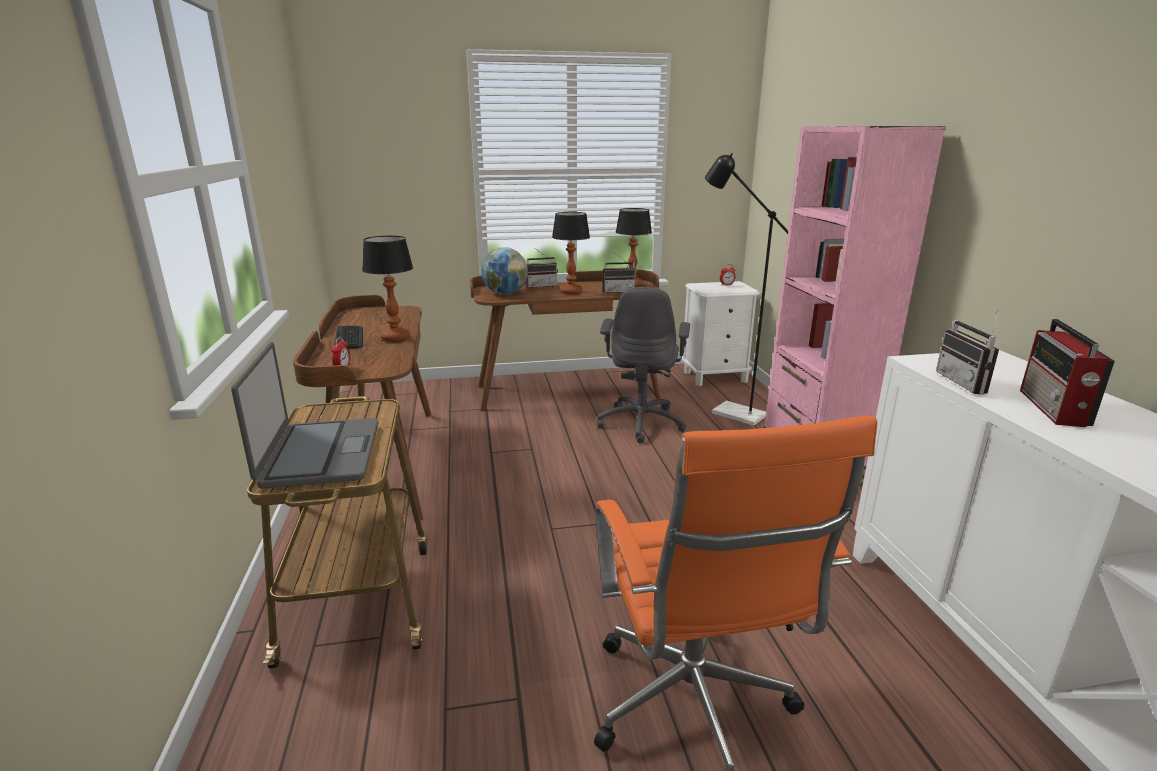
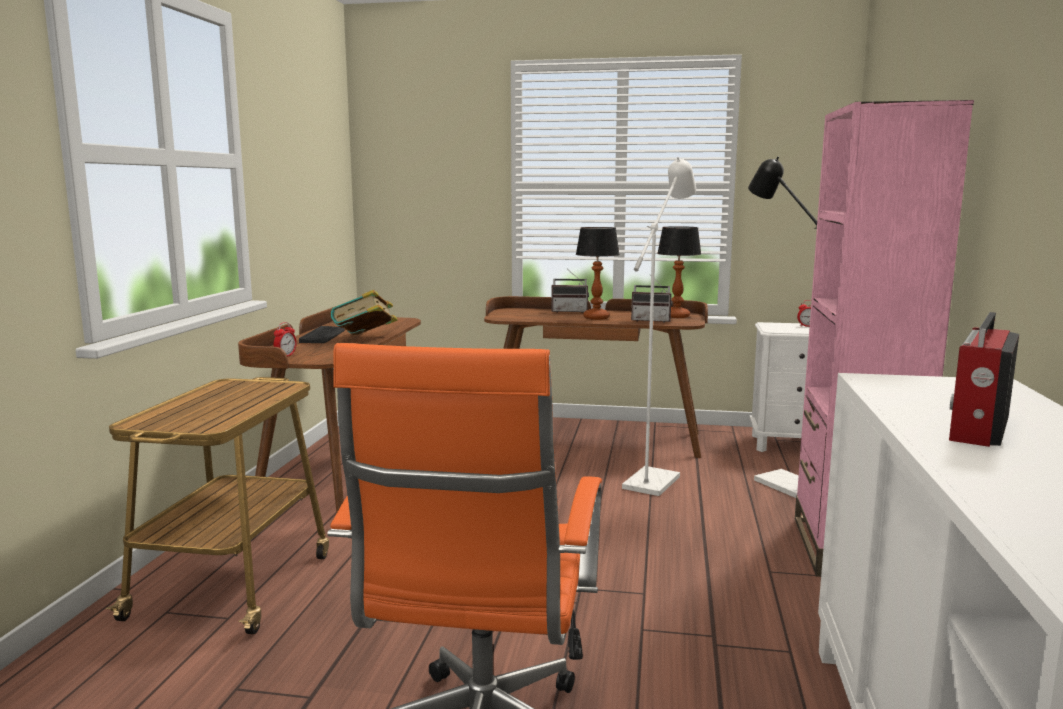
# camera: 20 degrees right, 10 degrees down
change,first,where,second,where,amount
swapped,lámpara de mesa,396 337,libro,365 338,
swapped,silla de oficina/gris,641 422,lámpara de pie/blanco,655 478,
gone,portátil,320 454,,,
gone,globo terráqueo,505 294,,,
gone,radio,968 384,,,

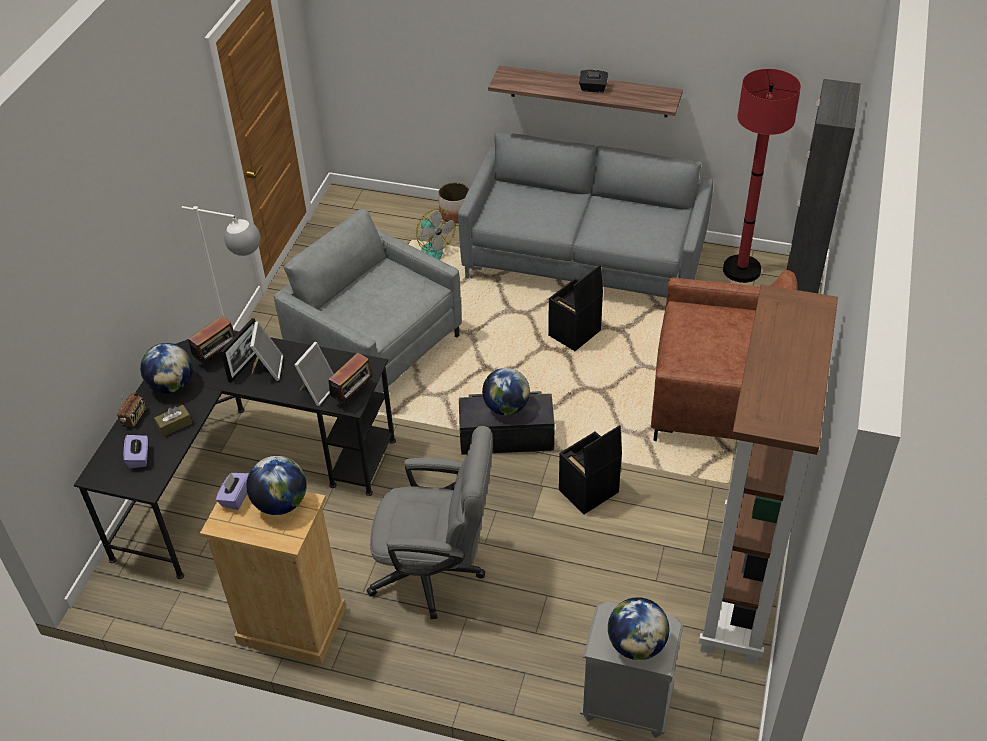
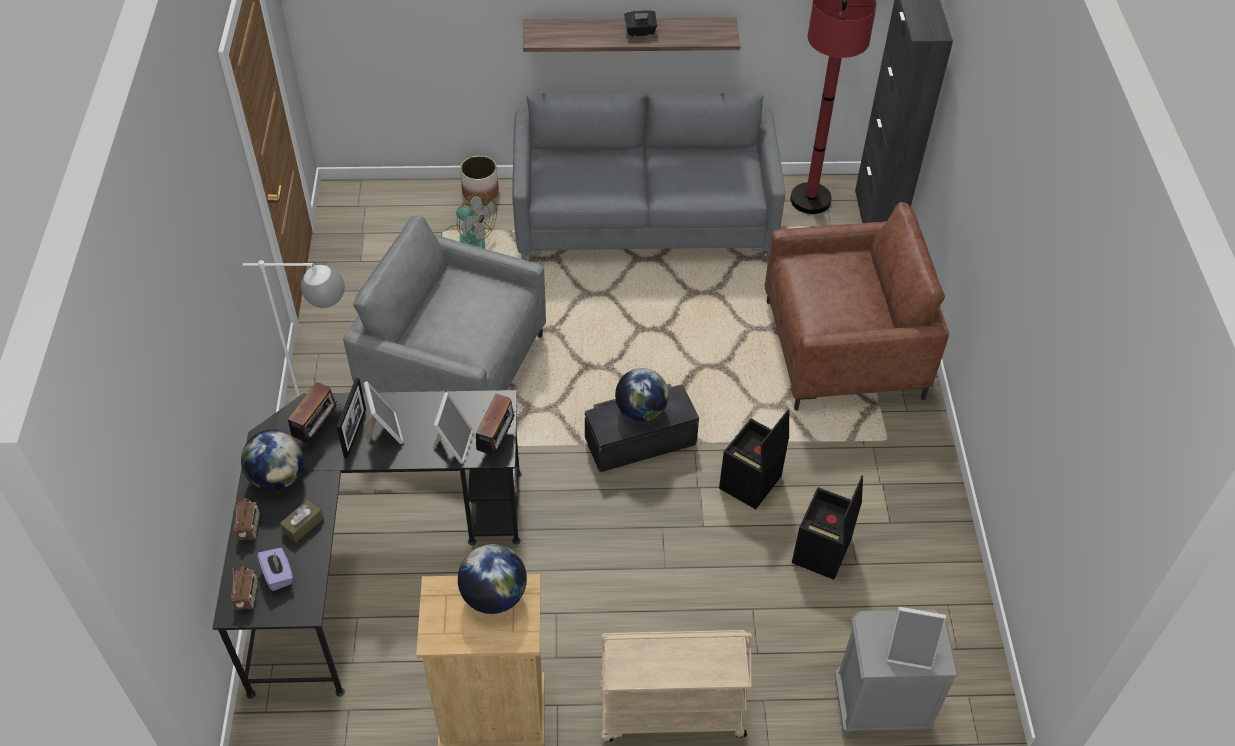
# camera: 20 degrees left, 5 degrees up
change,first,where,second,where,amount
new,,,radio,247 595,
new,,,carrito/beis,670 713,
shifted,caja de almacenaje/negro,574 334,,822 552,
swapped,globo terráqueo,636 645,portarretratos,910 651,
gone,caja de pañuelos/morado,235 497,,,
gone,silla de oficina/gris,436 573,,,
gone,estantería/marrón,741 589,,,

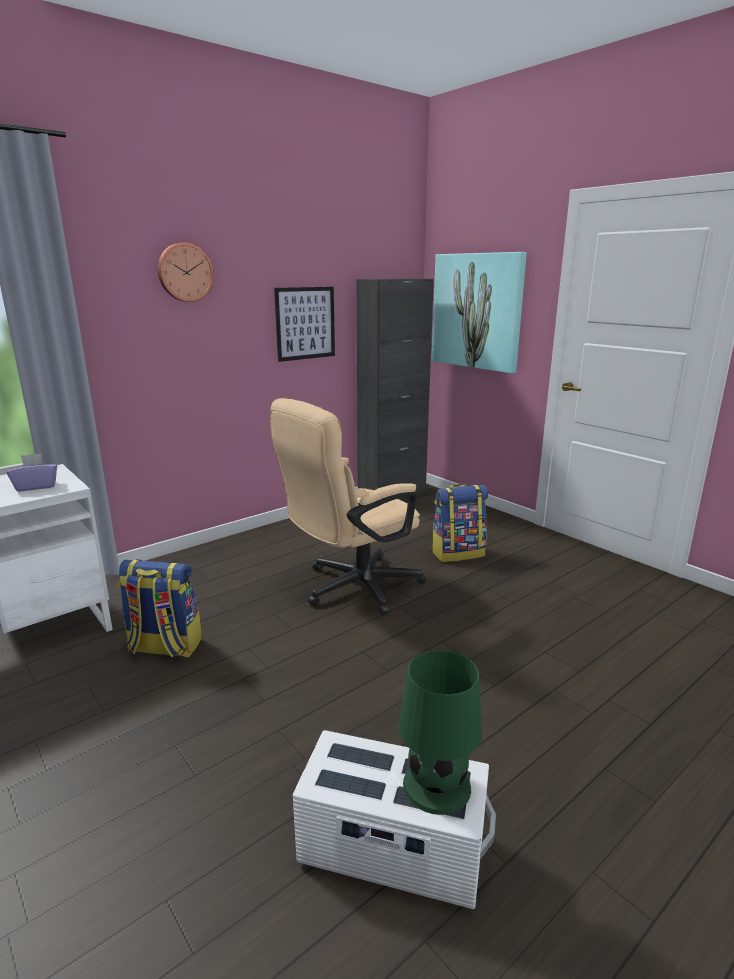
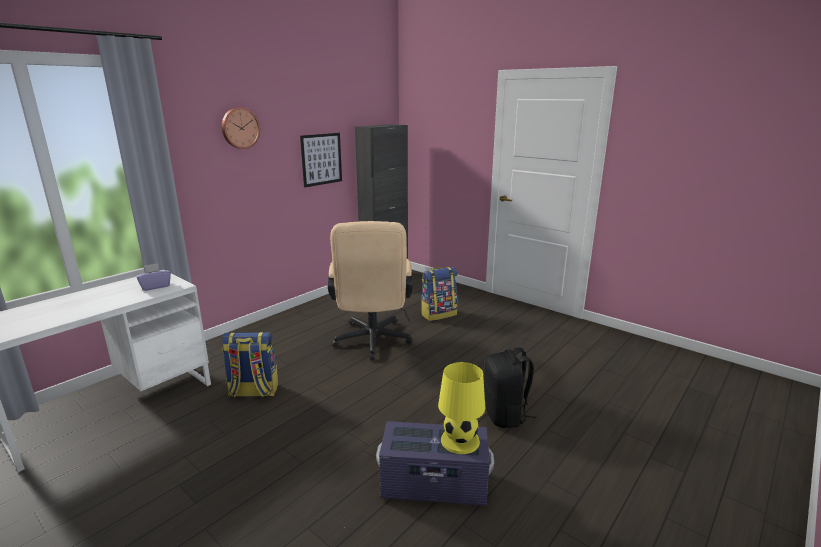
# camera: 10 degrees left, 0 degrees up
change,first,where,second,where,amount
rotated,silla de oficina/beis,351 588,,372 343,45 degrees counterclockwise
repainted,caja de almacenaje/blanco,392 849,caja de almacenaje/morado,434 484,
repainted,lámpara de mesa/verde,436 784,lámpara de mesa/amarillo,459 440,
new,,,mochila/negro,505 415,
gone,cuadro,477 311,,,

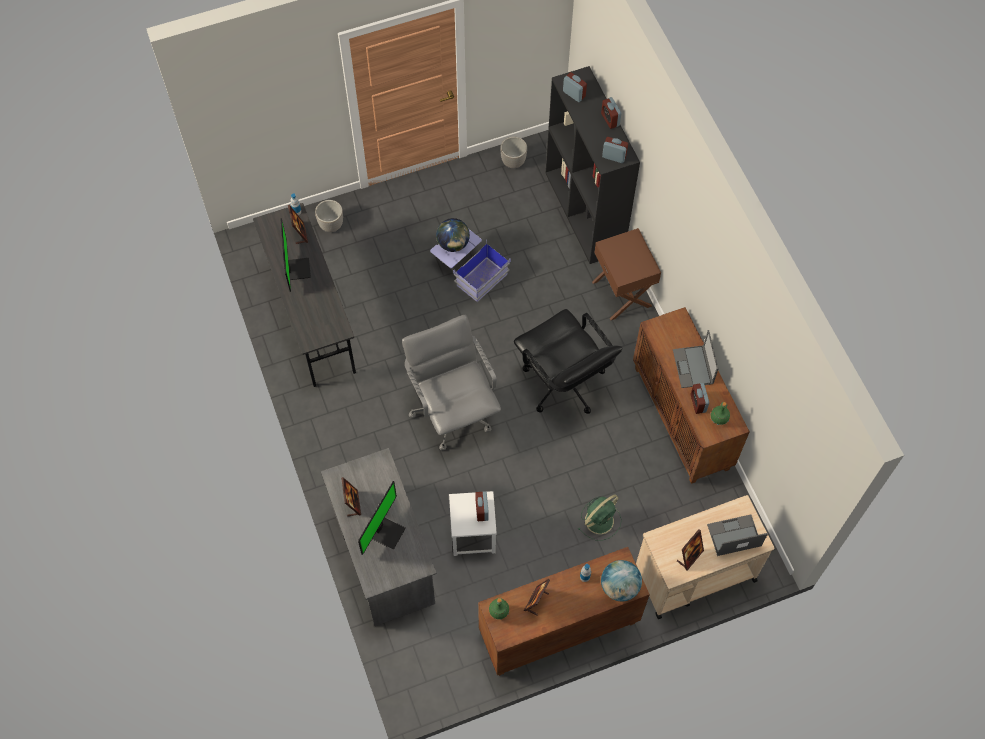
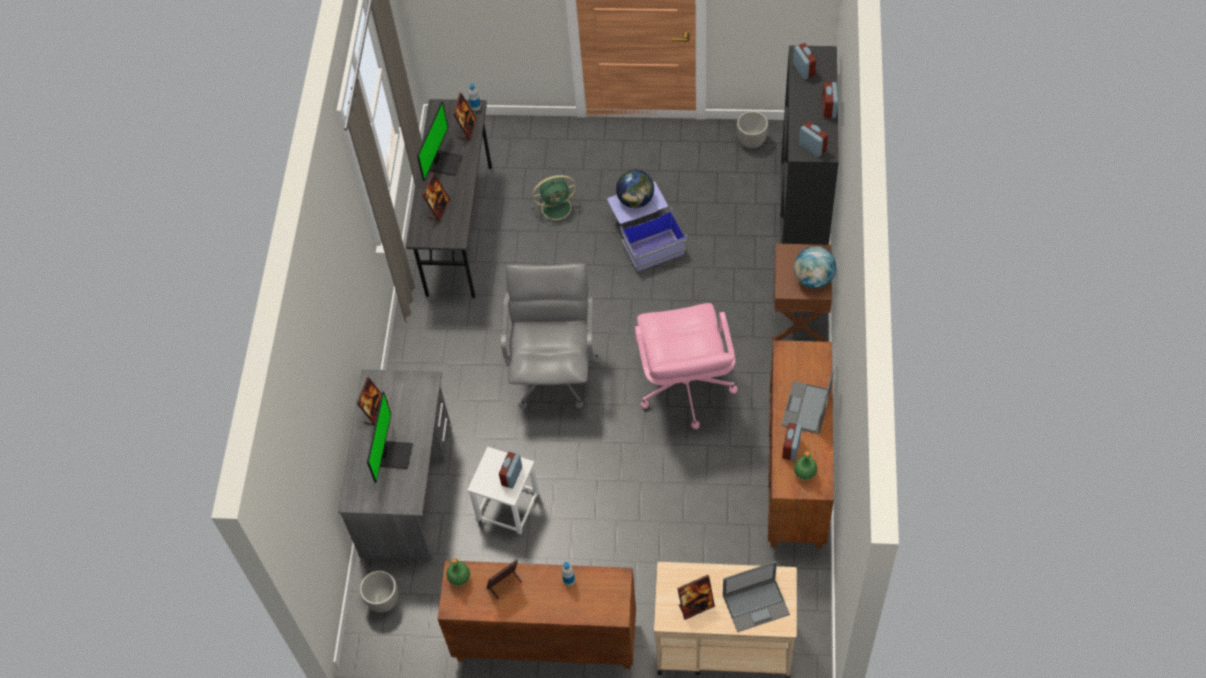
# camera: 30 degrees right, 5 degrees down
change,first,where,second,where,amount
shifted,maceta,331 225,,384 601,
rotated,monitor,387 532,,394 454,45 degrees counterclockwise
new,,,portarretratos,438 209,
shifted,ventilador/verde,600 519,,558 207,
repainted,silla de oficina/negro,563 383,silla de oficina/rosa,685 388,
rotated,portátil,733 536,,756 604,150 degrees clockwise
shifted,globo terráqueo,619 587,,813 279,

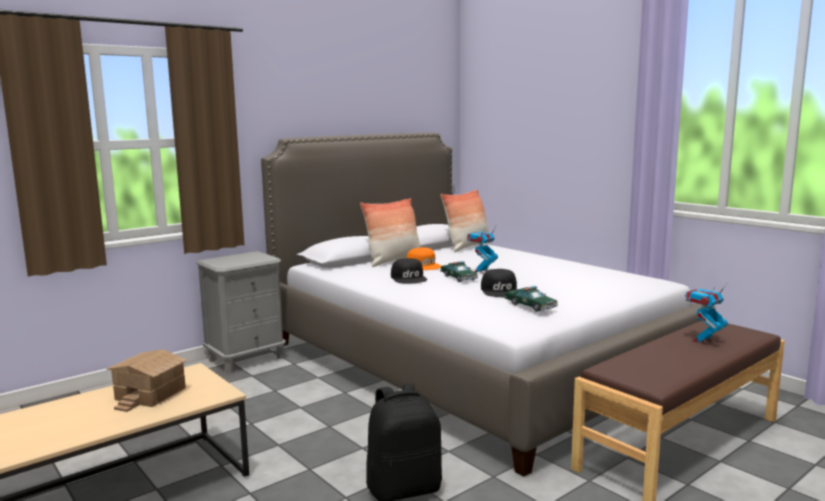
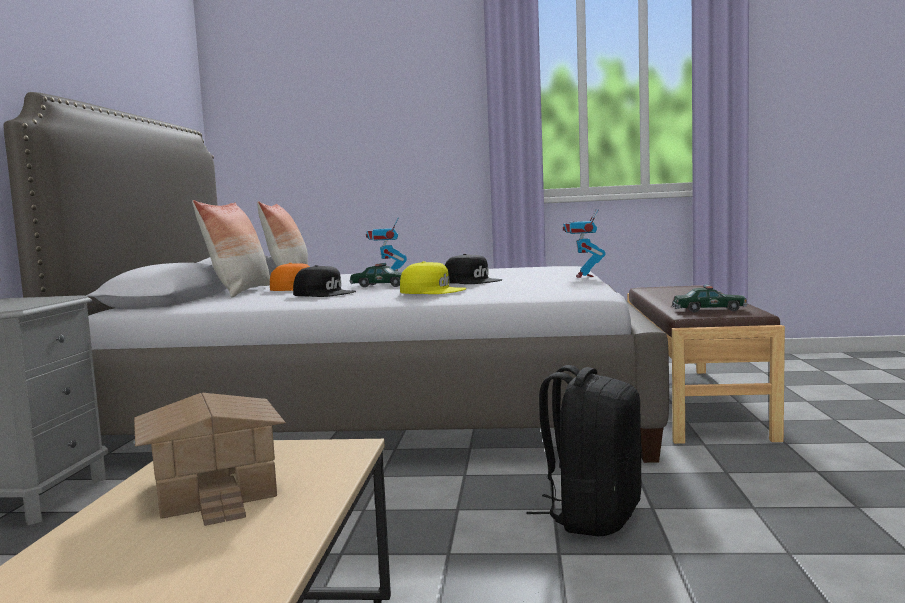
# camera: 45 degrees left, 5 degrees down
change,first,where,second,where,amount
new,,,gorra/amarillo,432 291,
shifted,robot de juguete,703 341,,584 276,
shifted,coche de juguete,530 306,,709 310,

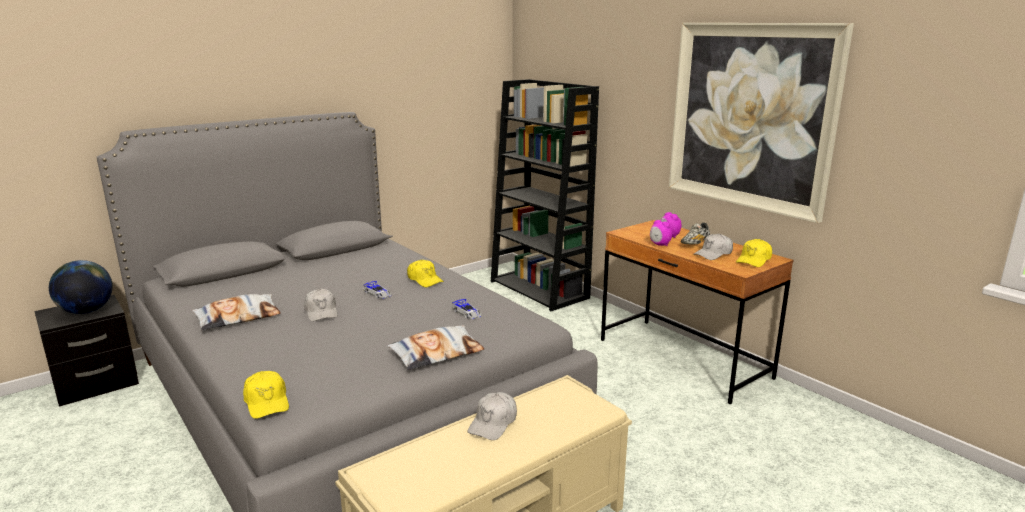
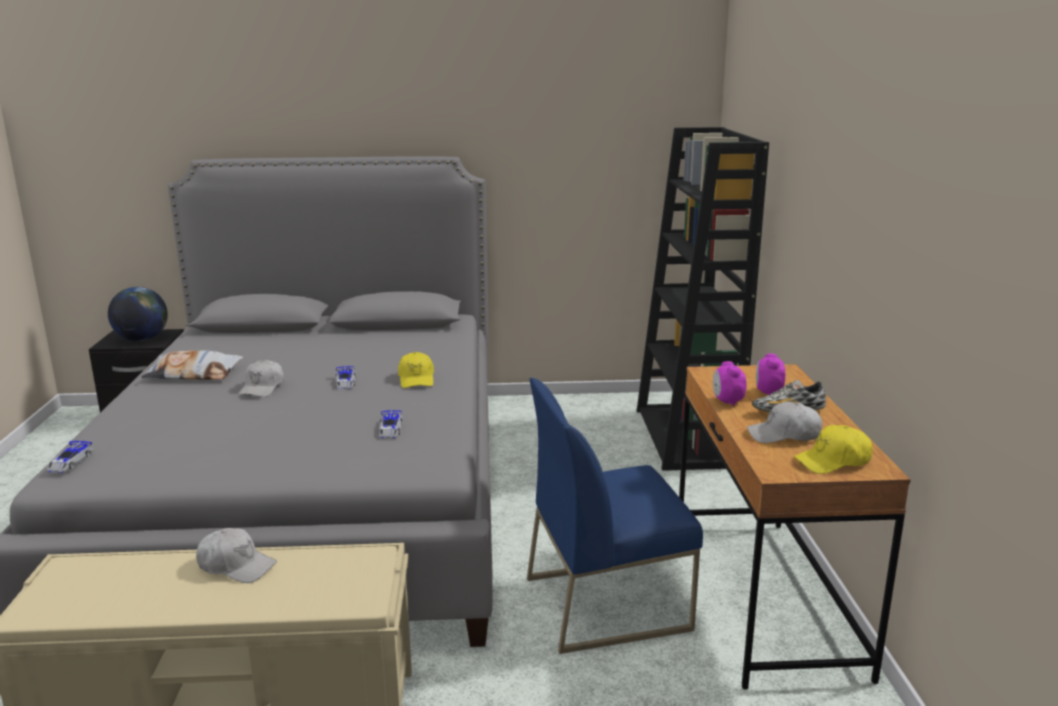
# camera: 35 degrees right, 0 degrees up
change,first,where,second,where,amount
swapped,gorra/amarillo,267 402,coche de juguete,70 462,
rotated,gorra/blanco,493 423,,236 566,135 degrees counterclockwise
new,,,silla/azul,607 602,
gone,cojín,436 353,,,
gone,cuadro,750 116,,,

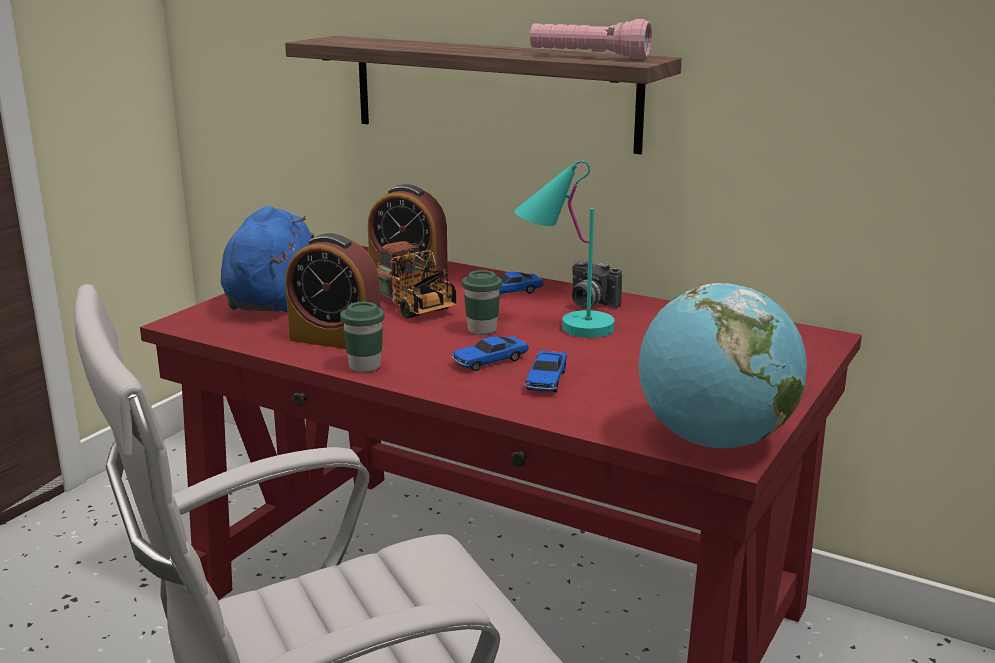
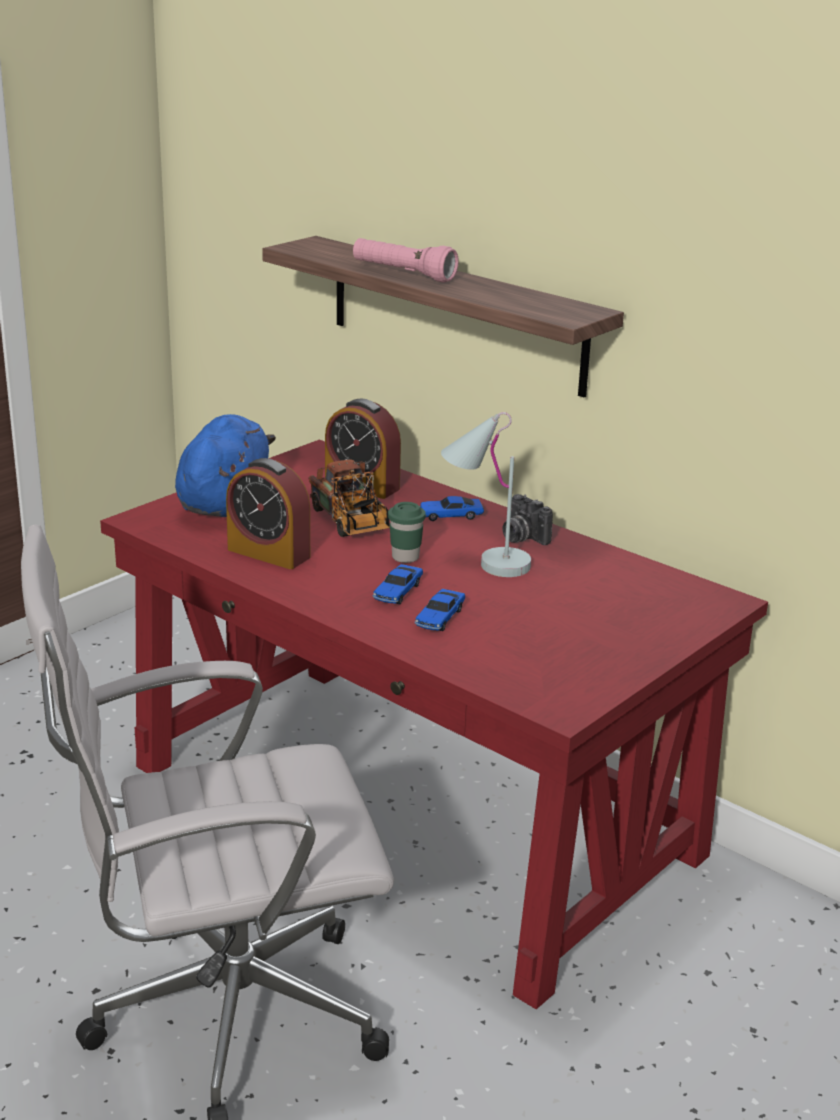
# camera: 10 degrees right, 5 degrees up
change,first,where,second,where,amount
shifted,linterna/rosa,588 57,,403 274,
rotated,coche de juguete,489 361,,397 592,45 degrees counterclockwise
repainted,lámpara de mesa/turquesa,563 326,lámpara de mesa/blanco,483 561,
gone,taza/verde,365 367,,,
gone,globo terráqueo,714 441,,,

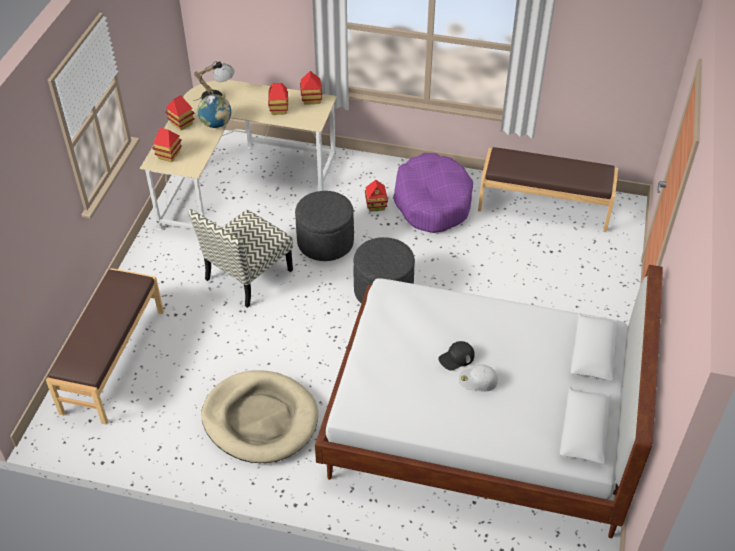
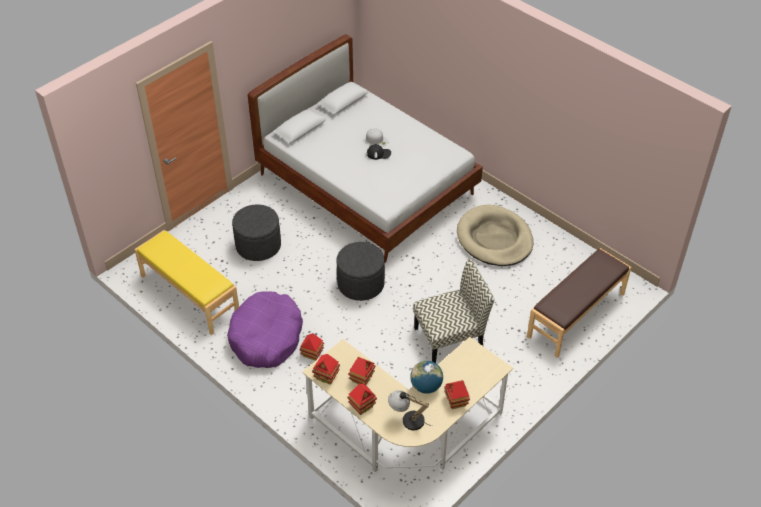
# camera: 150 degrees left, 0 degrees up
change,first,where,second,where,amount
repainted,banco/marrón,544 206,banco/amarillo,189 295,
shifted,puf/gris,325 242,,258 245,
shifted,casita,169 155,,362 406,

